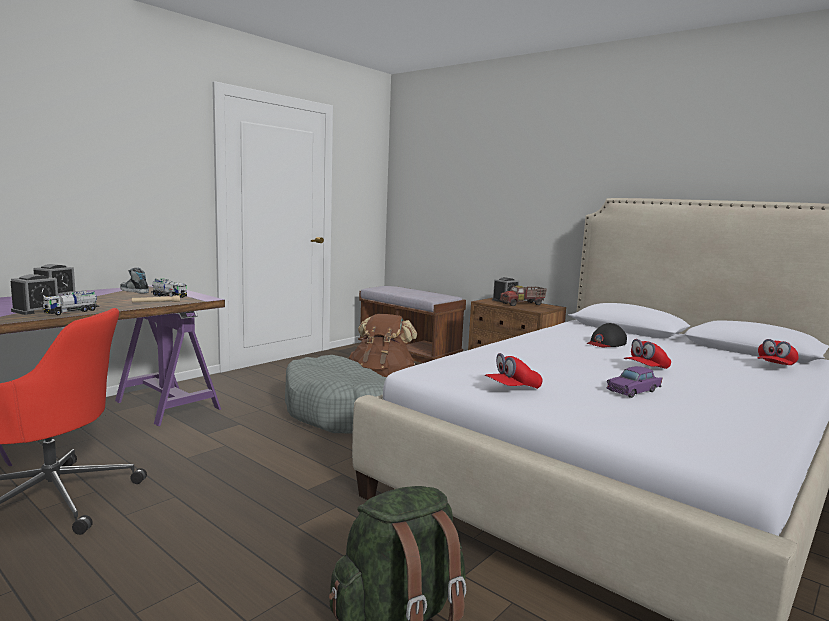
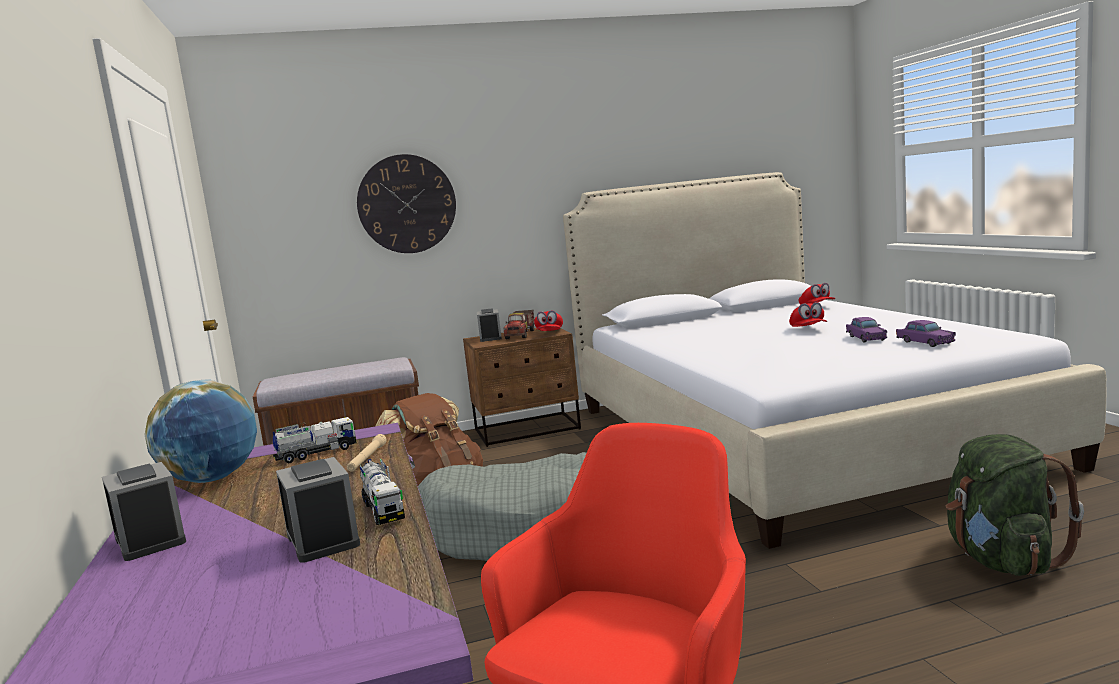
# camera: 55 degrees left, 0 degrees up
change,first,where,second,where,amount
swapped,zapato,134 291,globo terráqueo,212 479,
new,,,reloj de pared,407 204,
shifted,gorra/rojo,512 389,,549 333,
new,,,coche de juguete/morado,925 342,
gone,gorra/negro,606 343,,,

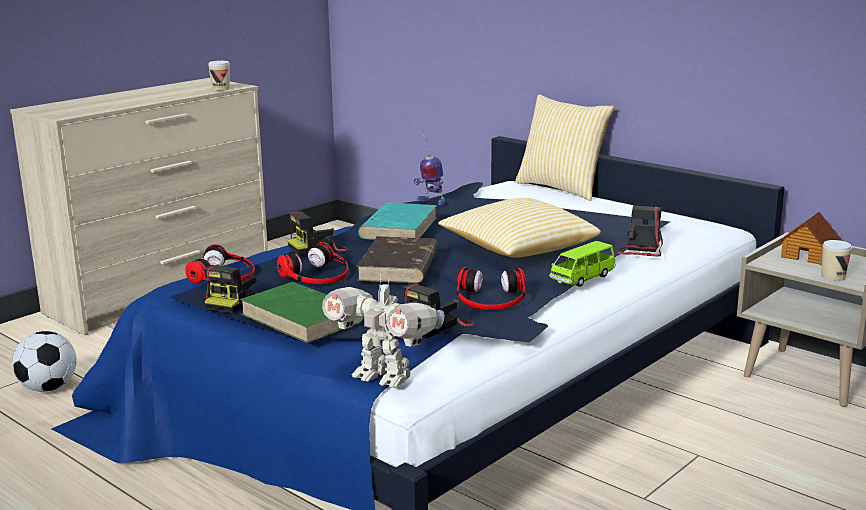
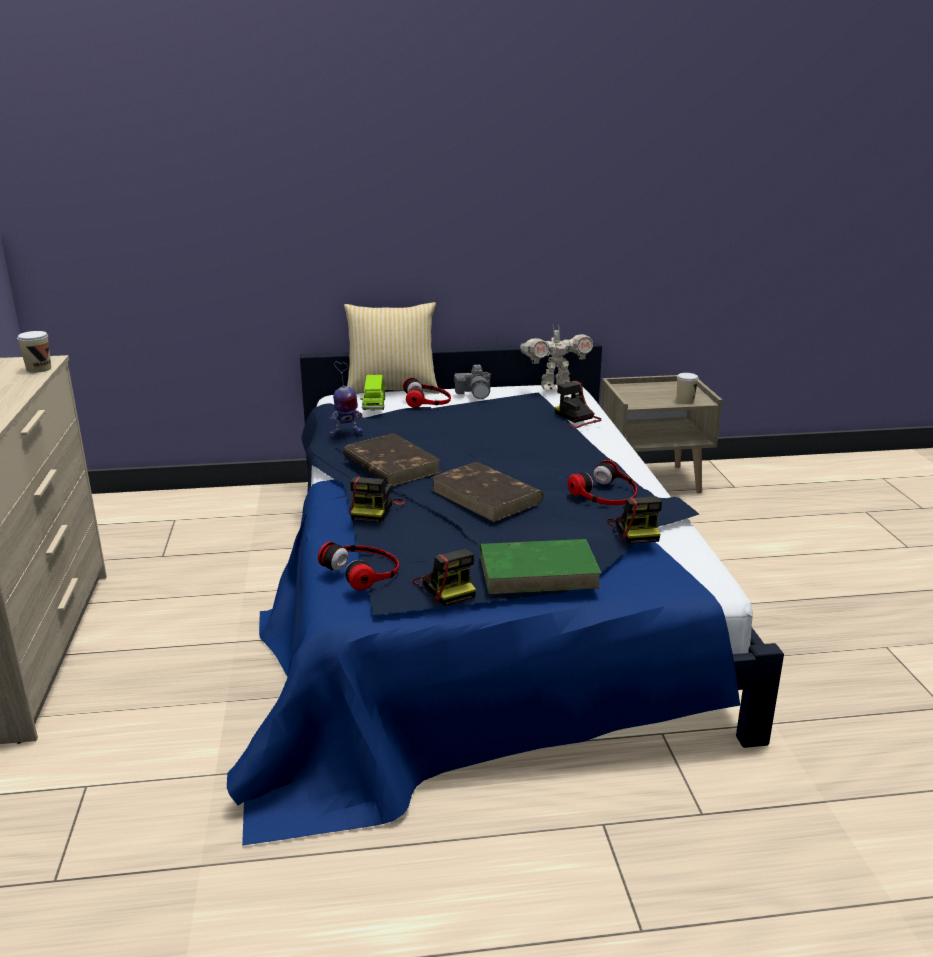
# camera: 50 degrees left, 5 degrees up
change,first,where,second,where,amount
repainted,libro/turquesa,399 227,libro/marrón,390 465,
shifted,coche de juguete/verde,582 278,,374 404,
shifted,auriculares,317 274,,427 400,
new,,,cámara,475 393,
shifted,robot de juguete,384 377,,555 387,
gone,balón de fútbol,48 388,,,
gone,cojín,517 250,,,
gone,casita,808 256,,,

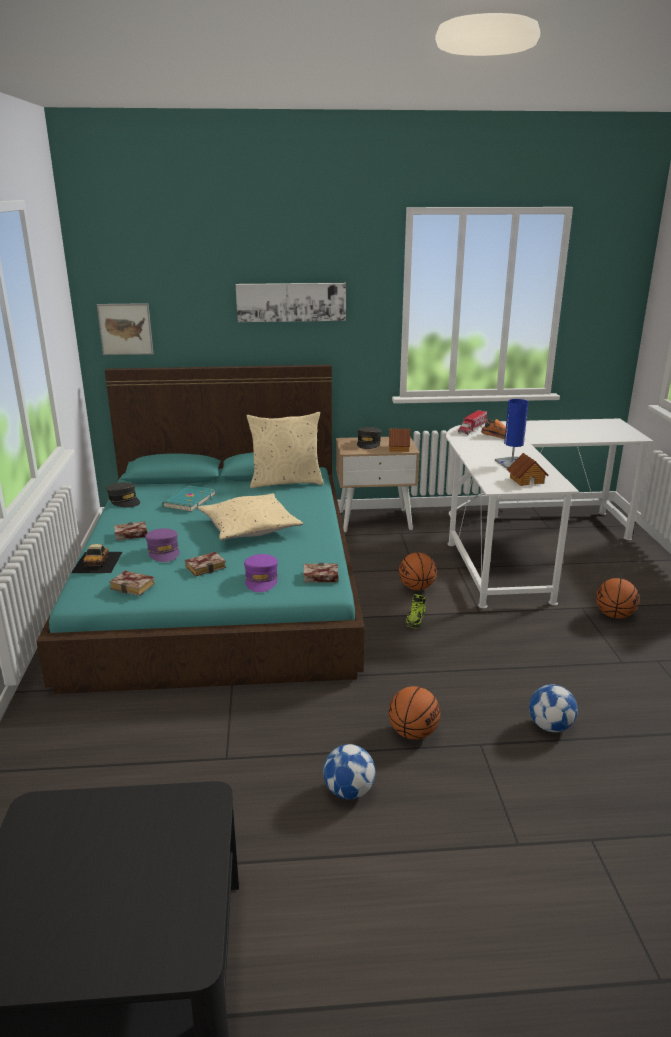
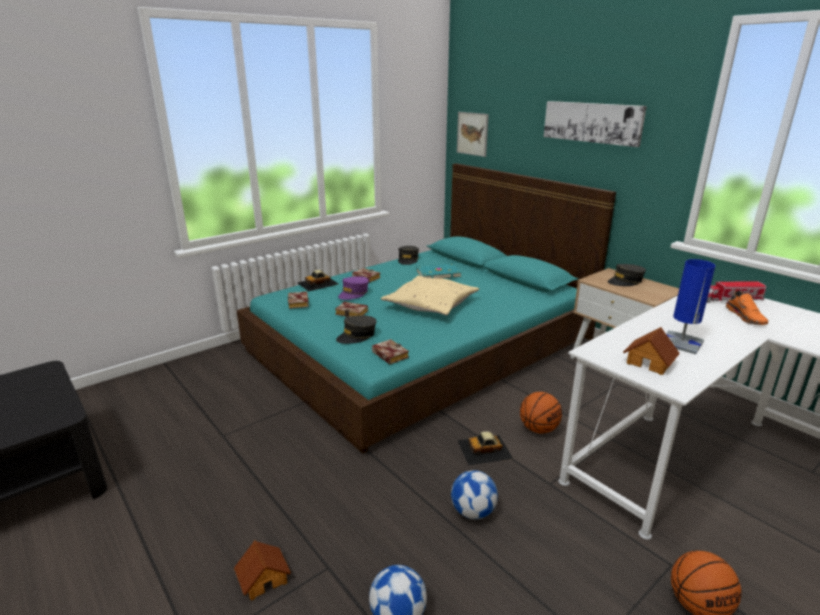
# camera: 55 degrees right, 0 degrees up
change,first,where,second,where,amount
shifted,casita,398 448,,264 578,
repainted,gorra/morado,261 579,gorra/gris,357 336,
shifted,balón de fútbol,348 791,,473 511,
swapped,zapato,415 620,coche de juguete,484 449,
gone,cojín/beis,286 482,,,
gone,balón de baloncesto,413 733,,,

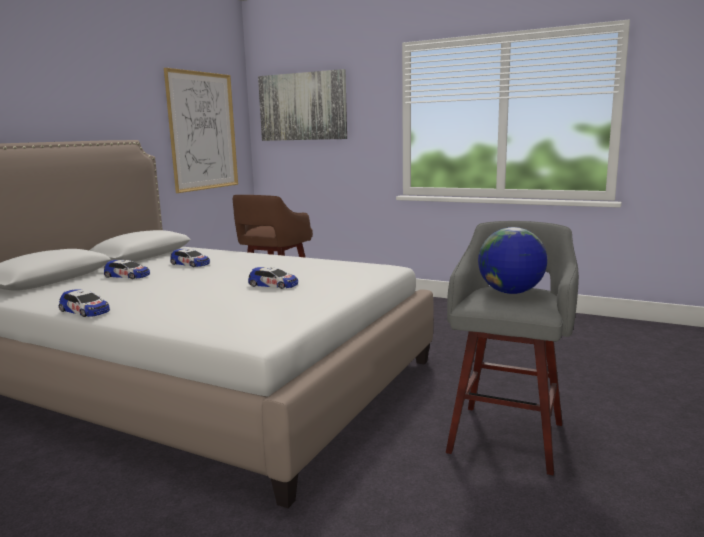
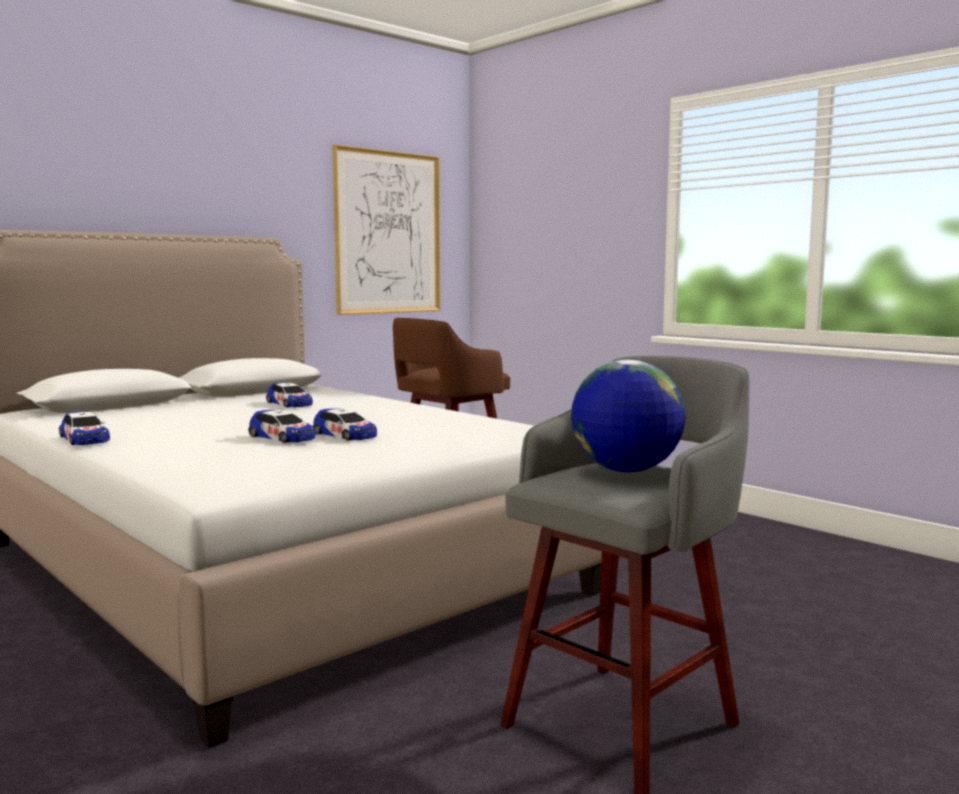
# camera: 20 degrees right, 5 degrees down
change,first,where,second,where,amount
shifted,coche de juguete,127 276,,282 437,
gone,cuadro,302 106,,,

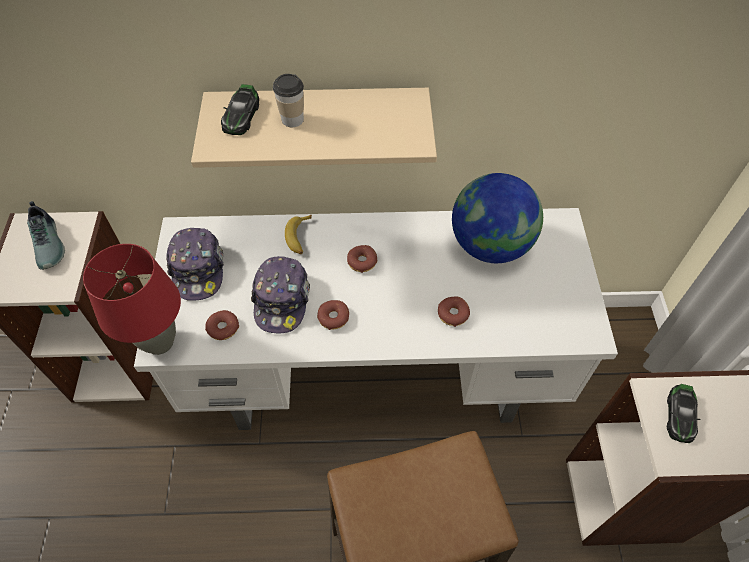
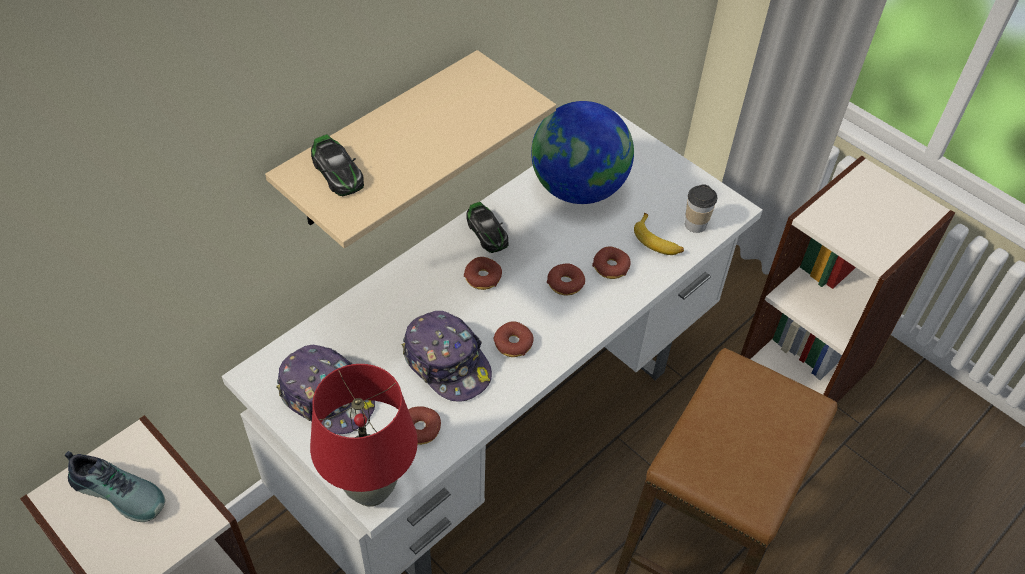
# camera: 45 degrees left, 5 degrees down
change,first,where,second,where,amount
shifted,coche de juguete,680 415,,486 232,
new,,,rosquilla,565 284,
shifted,plátano,299 237,,658 241,
shifted,taza,292 119,,695 224,

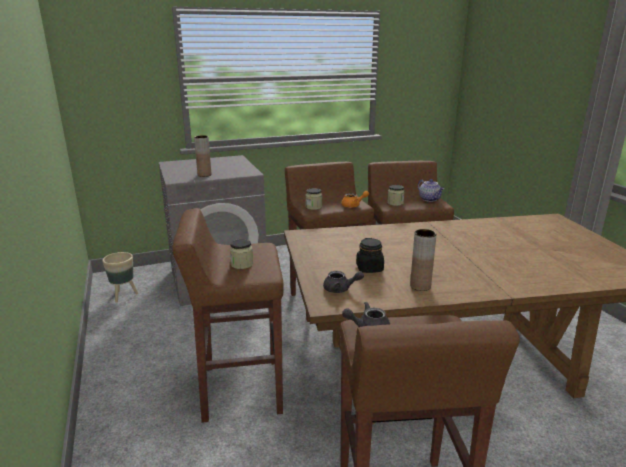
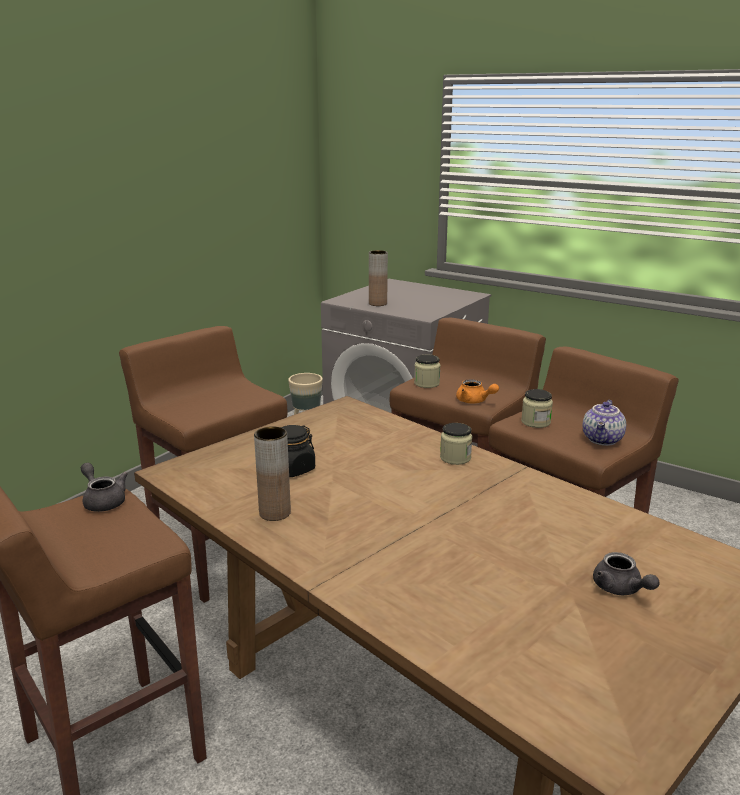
# camera: 55 degrees right, 0 degrees up
change,first,where,second,where,amount
shifted,tarro,242 264,,455 458,
shifted,tetera/gris,340 289,,620 589,

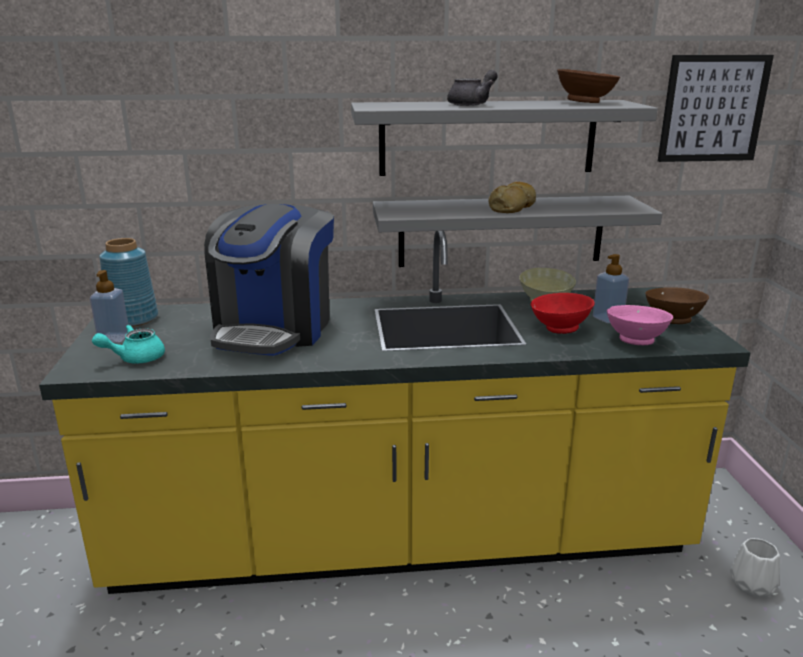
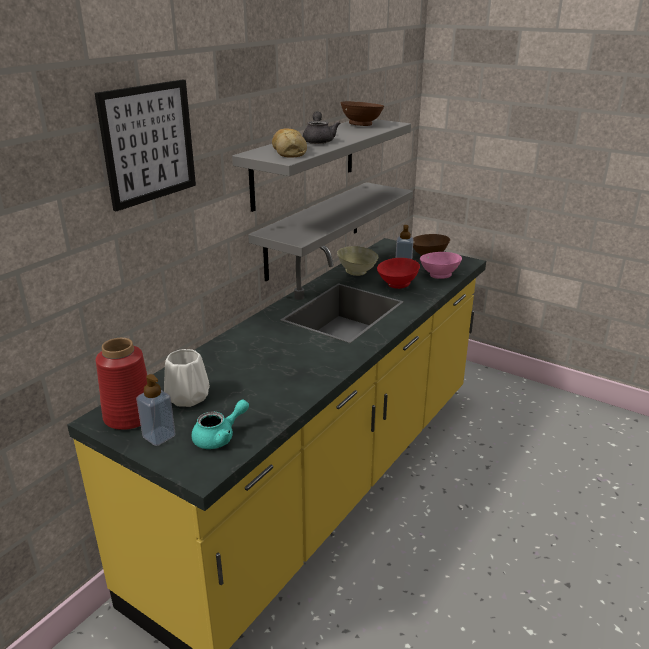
# camera: 50 degrees left, 5 degrees up
change,first,where,second,where,amount
shifted,cuadro,713 109,,148 143,
repainted,florero/azul,133 318,florero/rojo,129 416,
shifted,florero/blanco,753 585,,189 397,
rotated,tetera/turquesa,135 358,,220 437,135 degrees counterclockwise
shifted,pan,512 207,,289 151,
gone,cafetera,274 329,,,

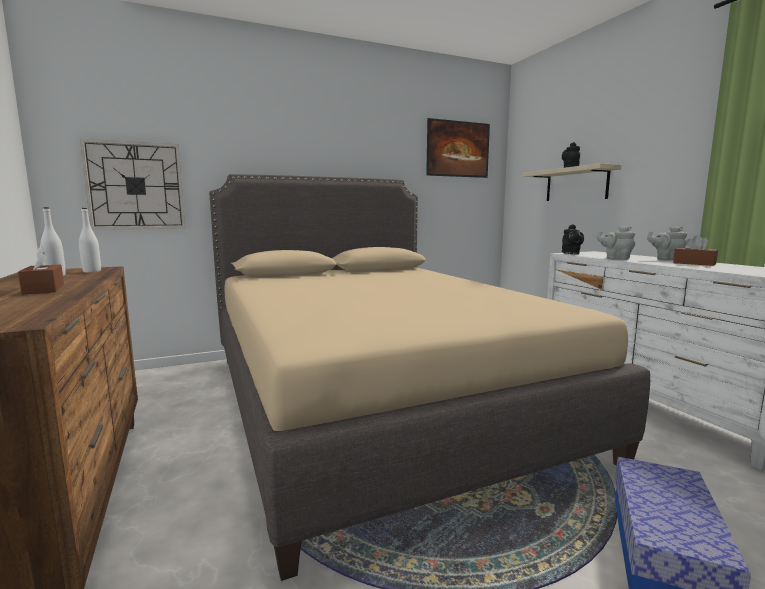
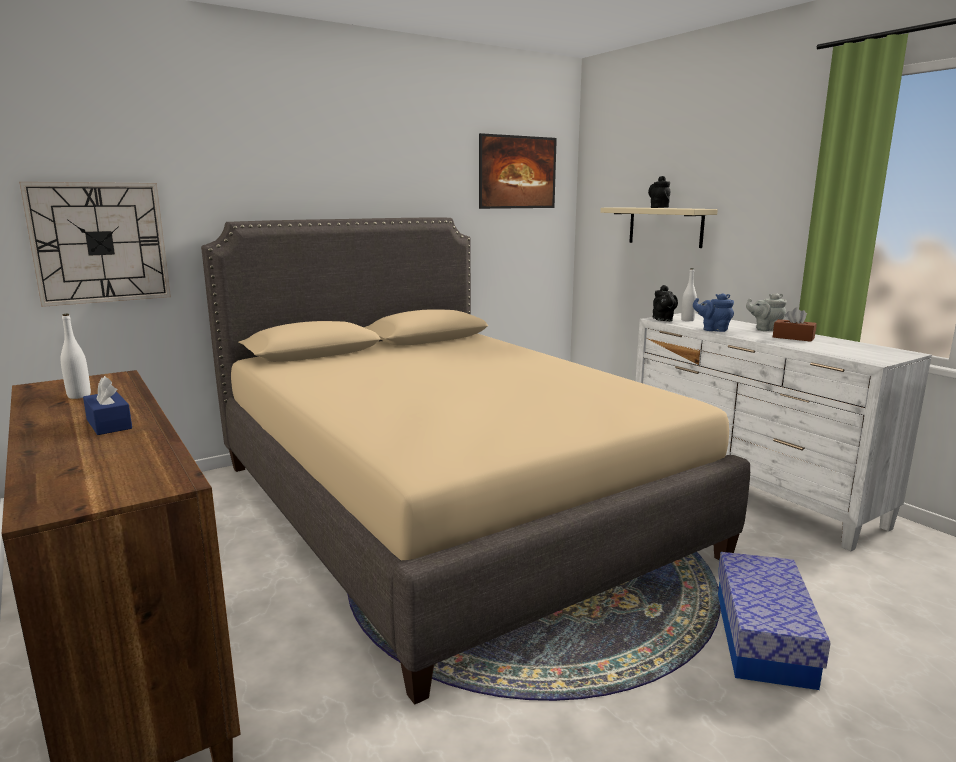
# camera: 10 degrees left, 5 degrees up
change,first,where,second,where,amount
repainted,caja de pañuelos/marrón,44 289,caja de pañuelos/azul,109 424,
shifted,botella/blanco,92 271,,687 320,
repainted,tetera/gris,615 258,tetera/azul,713 329,

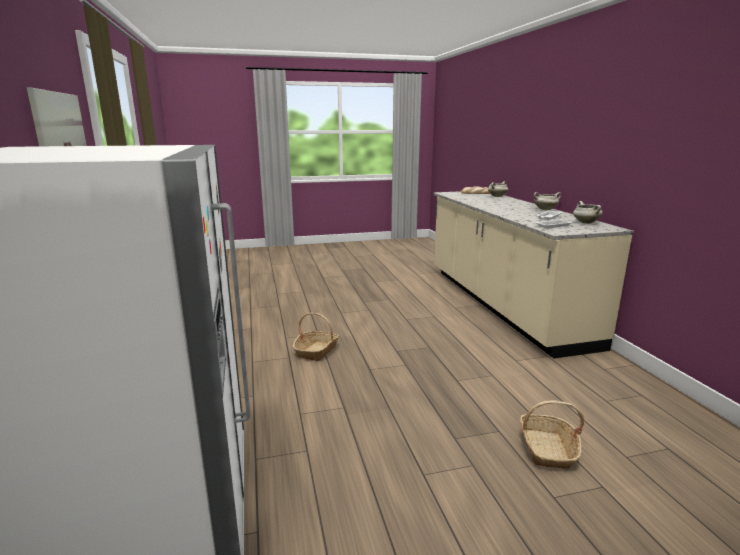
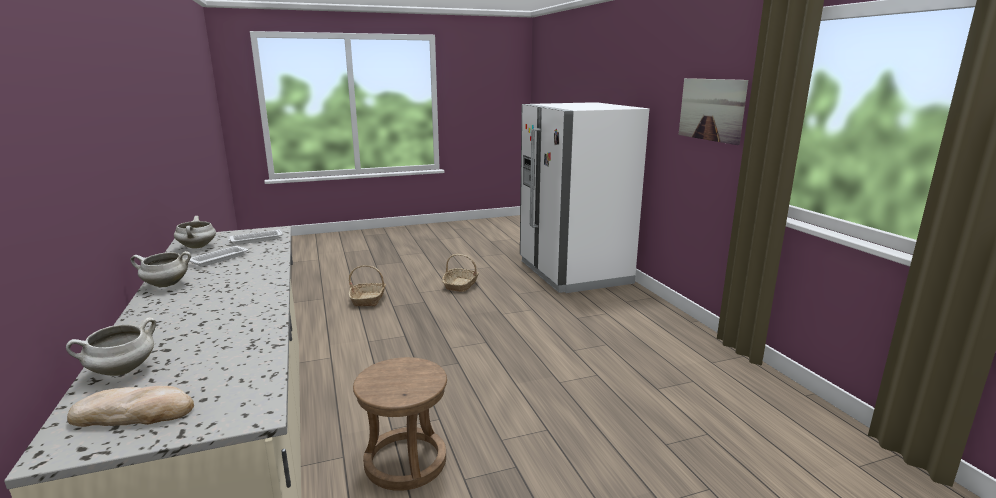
# camera: 175 degrees right, 0 degrees up
change,first,where,second,where,amount
new,,,taburete/marrón,405 461,
shifted,cesta,316 351,,460 285,

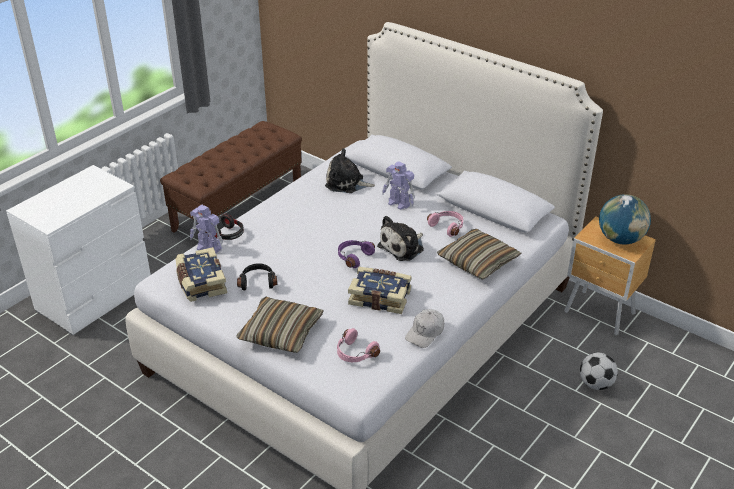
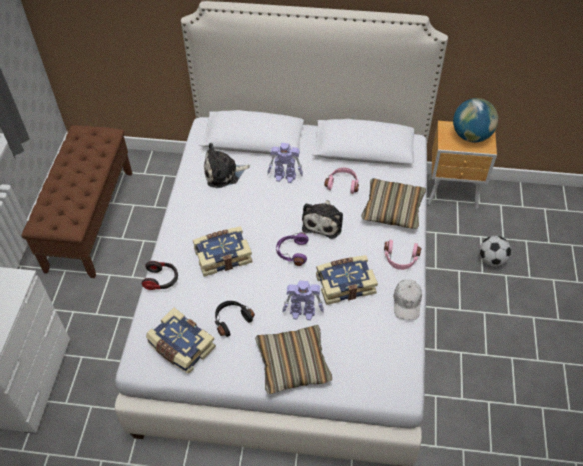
# camera: 30 degrees left, 15 degrees up
change,first,where,second,where,amount
new,,,libro,222 255,
shifted,robot de juguete,208 248,,303 312,
shifted,auriculares/rosa,355 354,,400 259,

